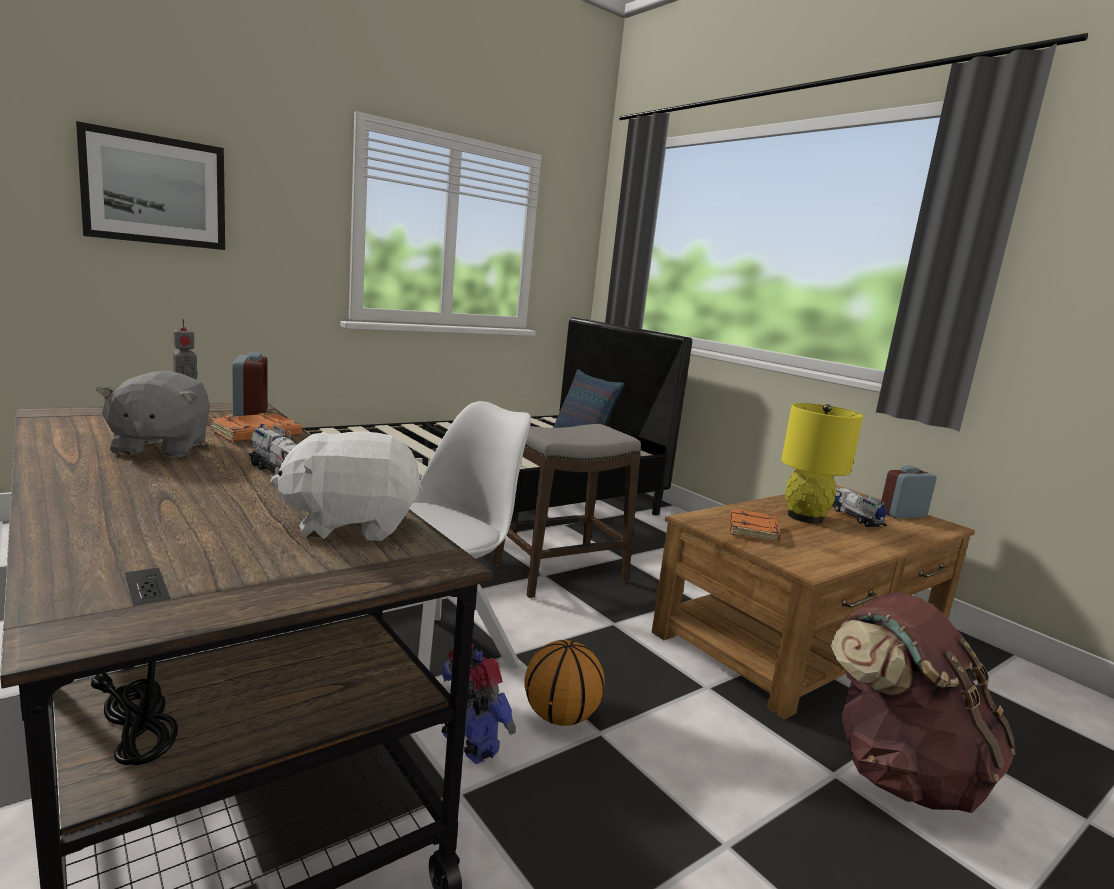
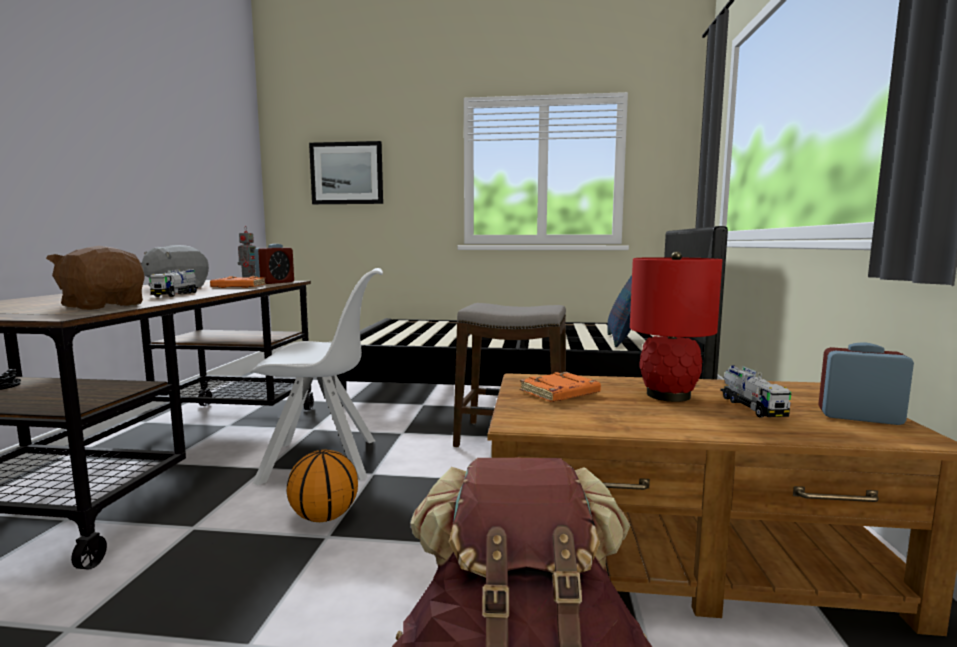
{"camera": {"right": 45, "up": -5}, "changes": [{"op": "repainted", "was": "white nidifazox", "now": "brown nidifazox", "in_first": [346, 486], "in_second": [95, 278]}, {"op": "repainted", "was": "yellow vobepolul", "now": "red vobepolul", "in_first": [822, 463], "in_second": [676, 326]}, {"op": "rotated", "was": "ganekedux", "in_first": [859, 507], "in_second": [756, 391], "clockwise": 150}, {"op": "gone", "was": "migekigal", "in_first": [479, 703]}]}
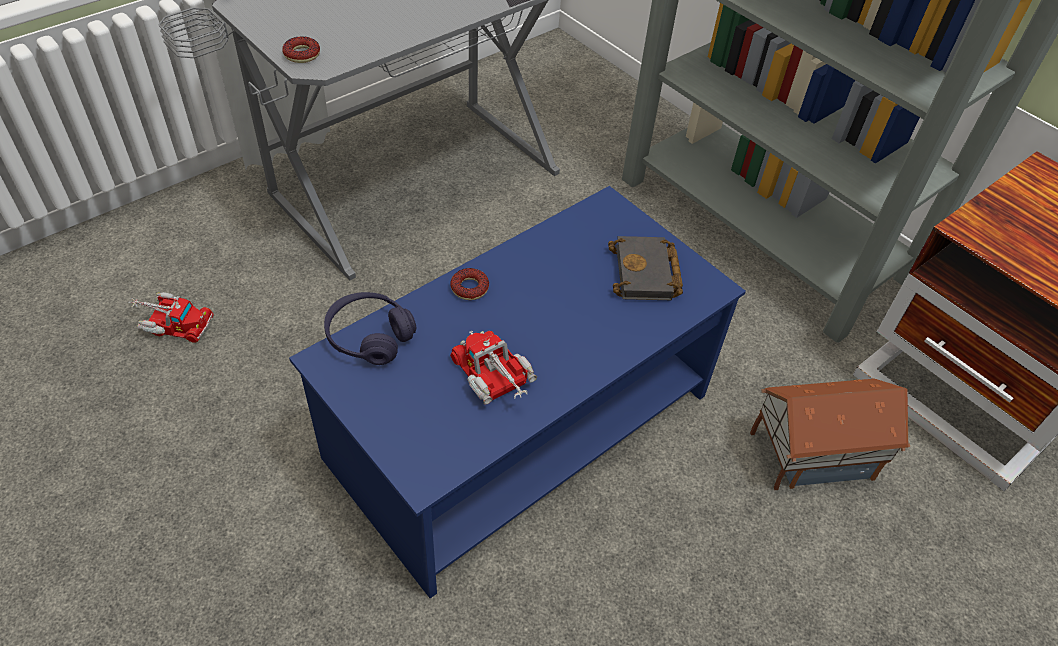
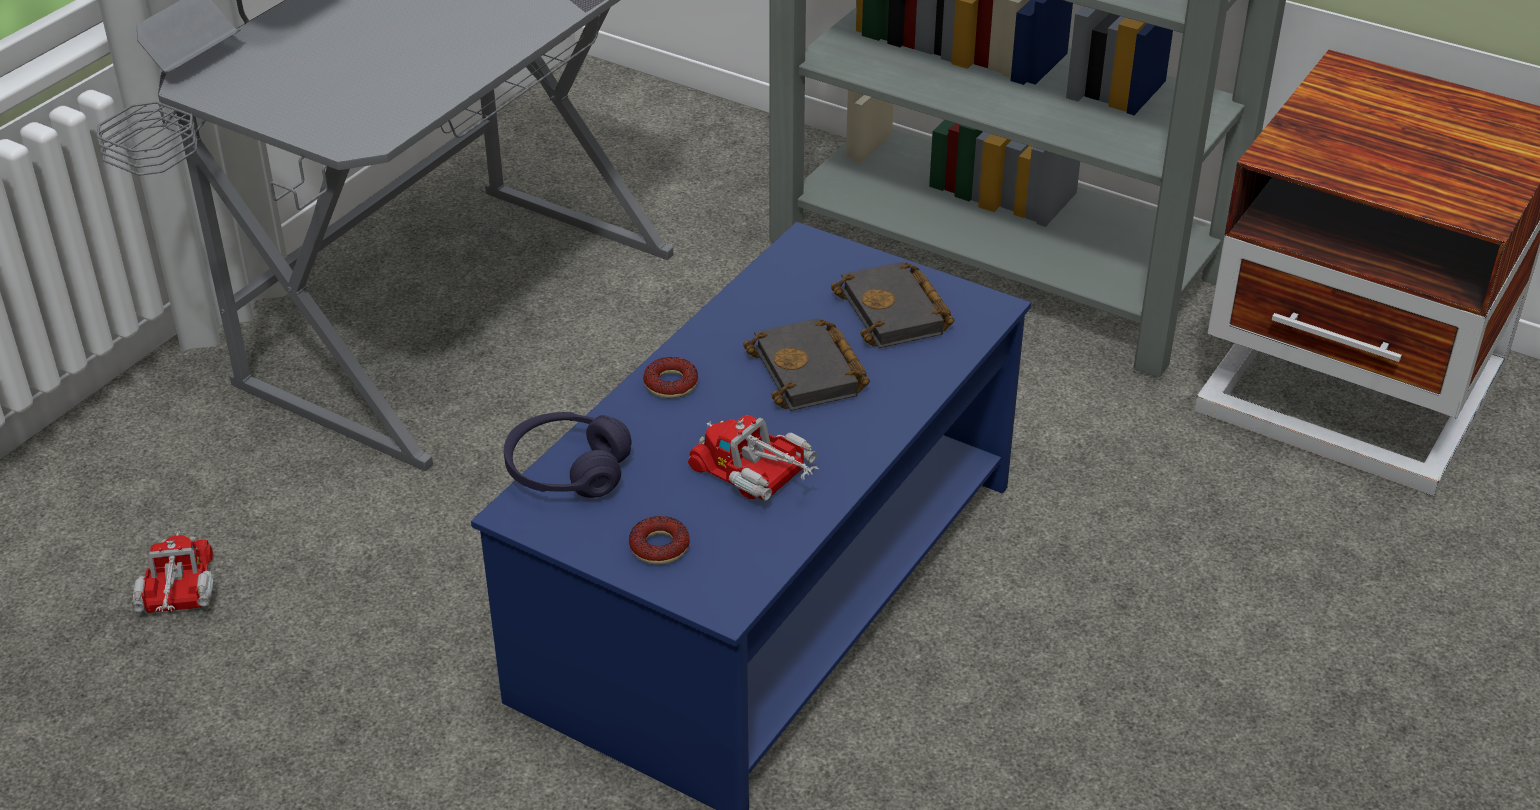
{"camera": {"right": -15, "up": -10}, "changes": [{"op": "rotated", "was": "ganekedux", "in_first": [171, 317], "in_second": [172, 572], "clockwise": -90}, {"op": "shifted", "was": "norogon", "in_first": [301, 50], "in_second": [659, 540]}, {"op": "new", "now": "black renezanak", "in_second": [806, 365]}, {"op": "gone", "was": "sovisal", "in_first": [830, 434]}]}
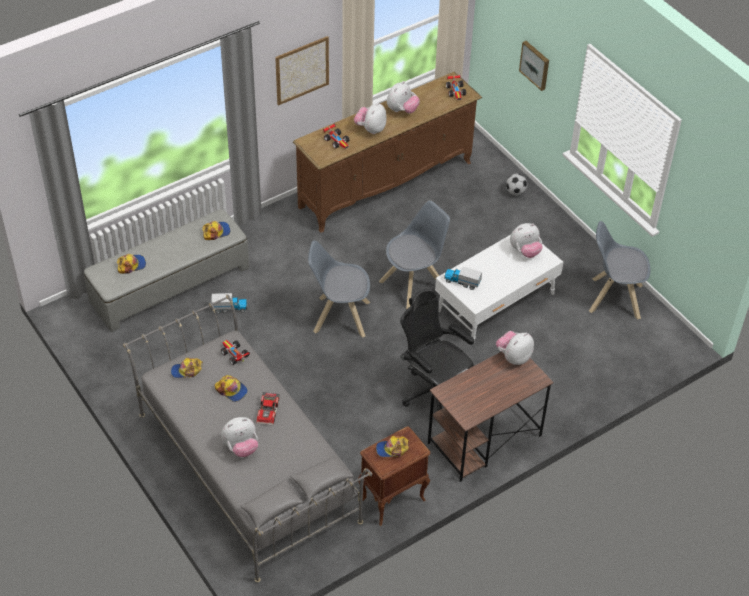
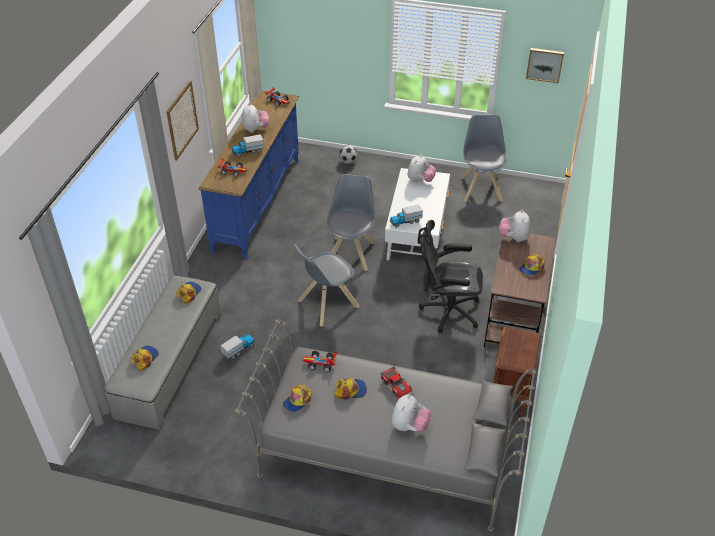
{"camera": {"right": -40, "up": -5}, "changes": [{"op": "repainted", "was": "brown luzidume", "now": "blue luzidume", "in_first": [387, 152], "in_second": [249, 175]}, {"op": "swapped", "was": "nidifazox", "now": "ganekedux", "in_first": [370, 118], "in_second": [248, 145]}, {"op": "rotated", "was": "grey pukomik", "in_first": [619, 270], "in_second": [483, 158], "clockwise": 120}, {"op": "shifted", "was": "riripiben", "in_first": [392, 446], "in_second": [532, 265]}, {"op": "shifted", "was": "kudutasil", "in_first": [534, 66], "in_second": [545, 65]}]}
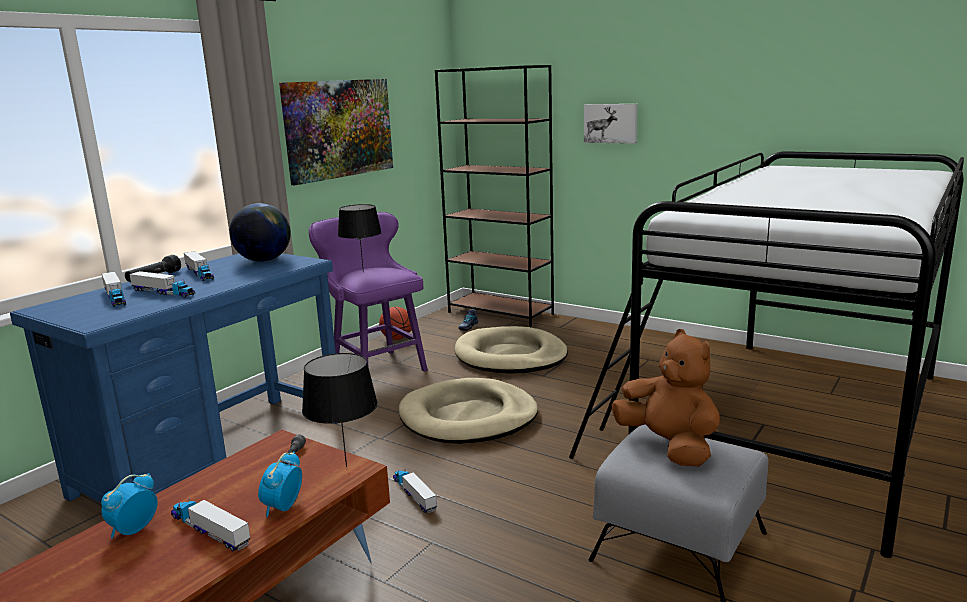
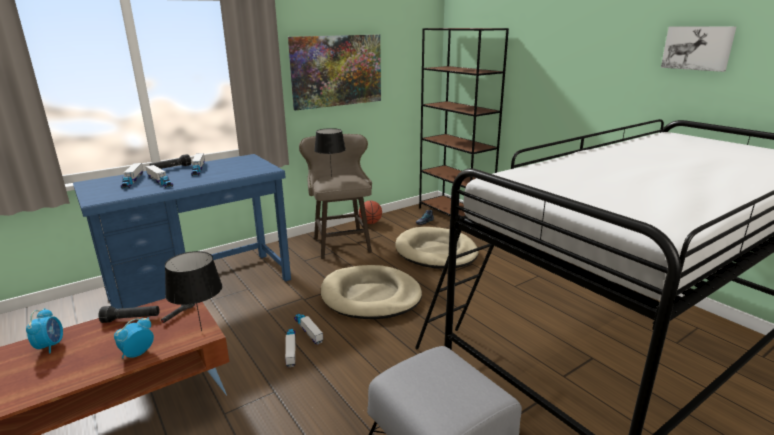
{"camera": {"right": 20, "up": 5}, "changes": [{"op": "rotated", "was": "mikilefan", "in_first": [129, 505], "in_second": [44, 331], "clockwise": 120}, {"op": "new", "now": "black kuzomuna", "in_second": [129, 314]}, {"op": "shifted", "was": "ganekedux", "in_first": [210, 525], "in_second": [308, 329]}, {"op": "repainted", "was": "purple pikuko", "now": "beige pikuko", "in_first": [368, 292], "in_second": [335, 196]}, {"op": "shifted", "was": "kudutasil", "in_first": [611, 124], "in_second": [698, 49]}, {"op": "gone", "was": "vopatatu", "in_first": [260, 232]}, {"op": "gone", "was": "brown nidifazox", "in_first": [666, 397]}]}
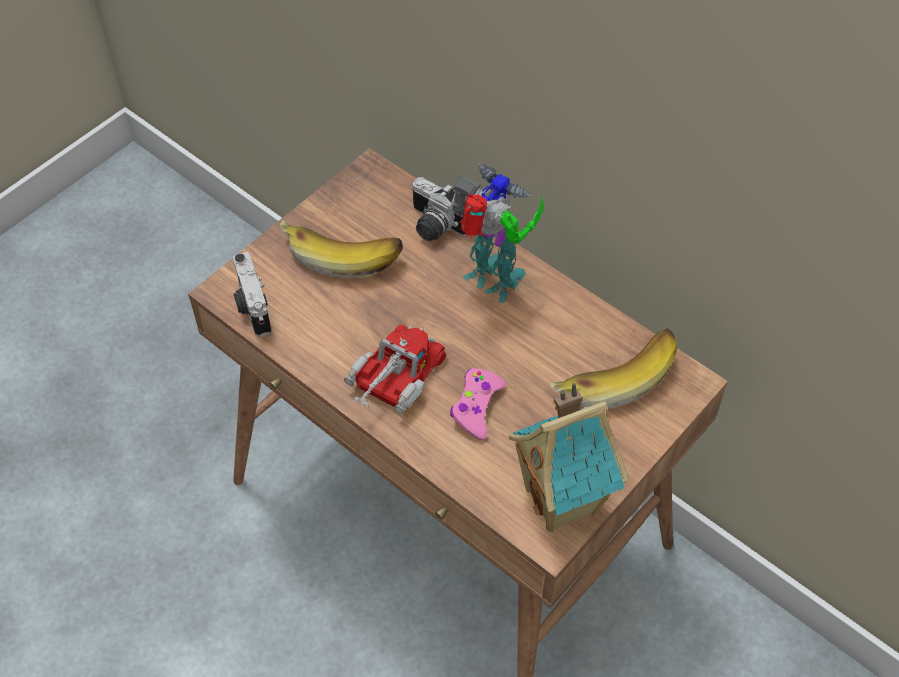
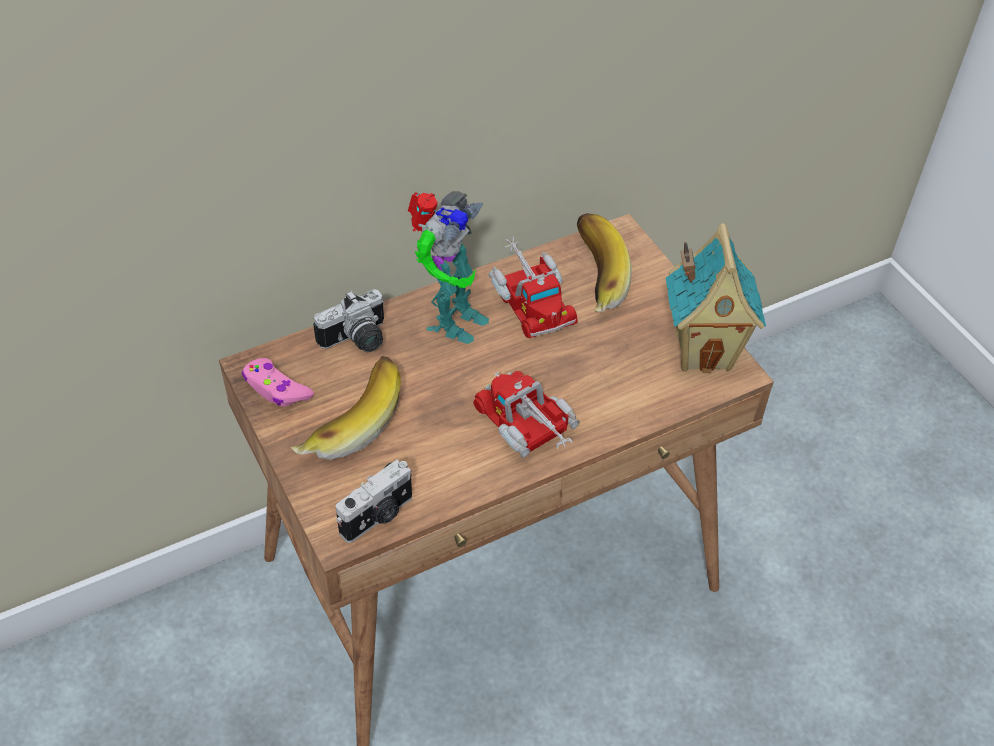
{"camera": {"right": -70, "up": -5}, "changes": [{"op": "shifted", "was": "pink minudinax", "in_first": [478, 404], "in_second": [278, 382]}, {"op": "rotated", "was": "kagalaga", "in_first": [252, 294], "in_second": [374, 501], "clockwise": -45}, {"op": "rotated", "was": "migekigal", "in_first": [497, 233], "in_second": [448, 267], "clockwise": 150}, {"op": "new", "now": "ganekedux", "in_second": [533, 287]}]}
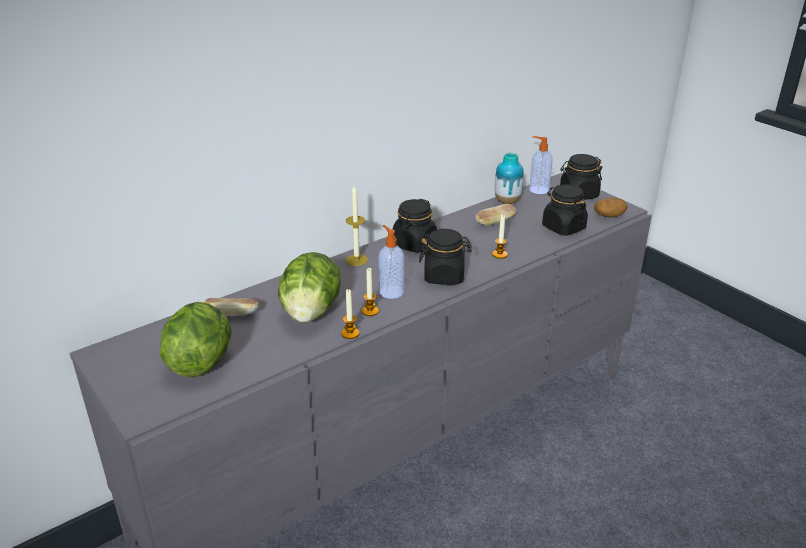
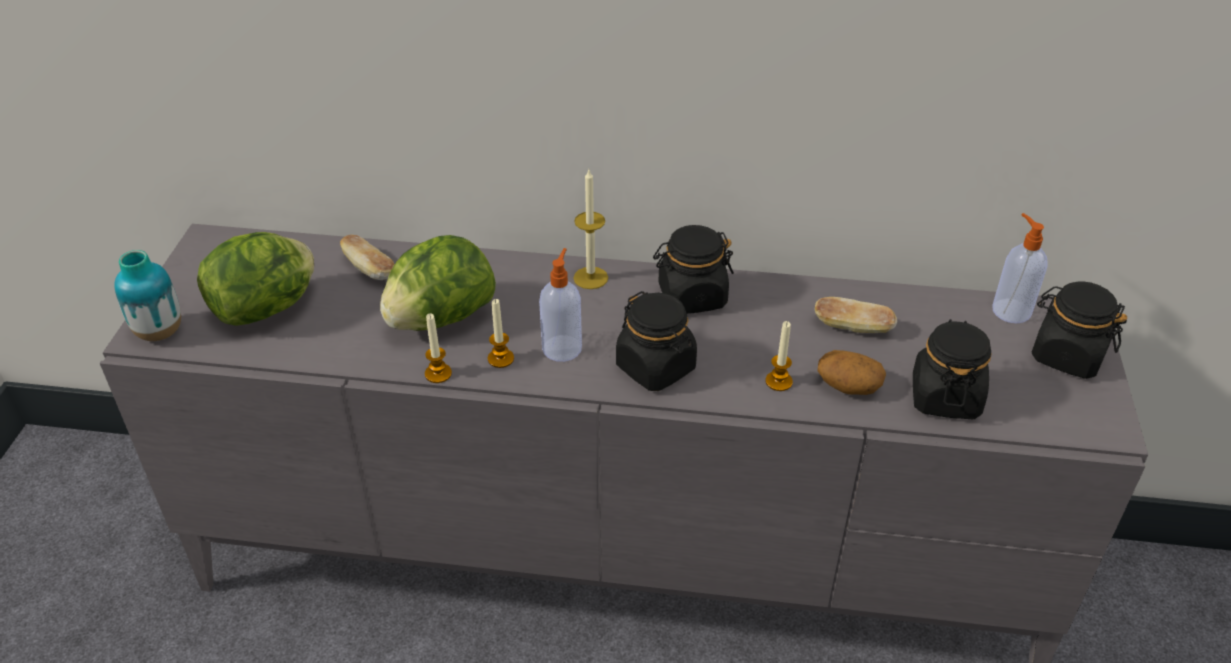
{"camera": {"right": 45, "up": 10}, "changes": [{"op": "shifted", "was": "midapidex", "in_first": [509, 178], "in_second": [147, 295]}, {"op": "shifted", "was": "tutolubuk", "in_first": [610, 207], "in_second": [852, 372]}]}
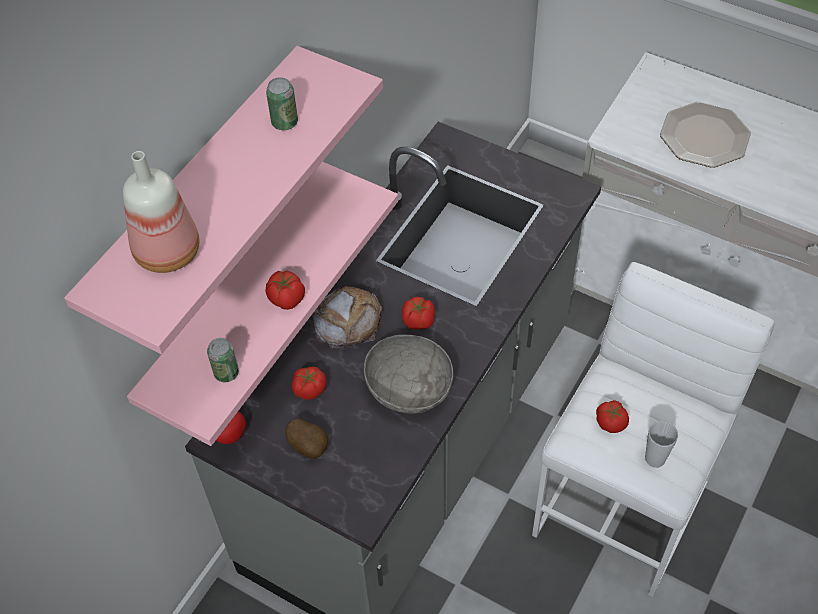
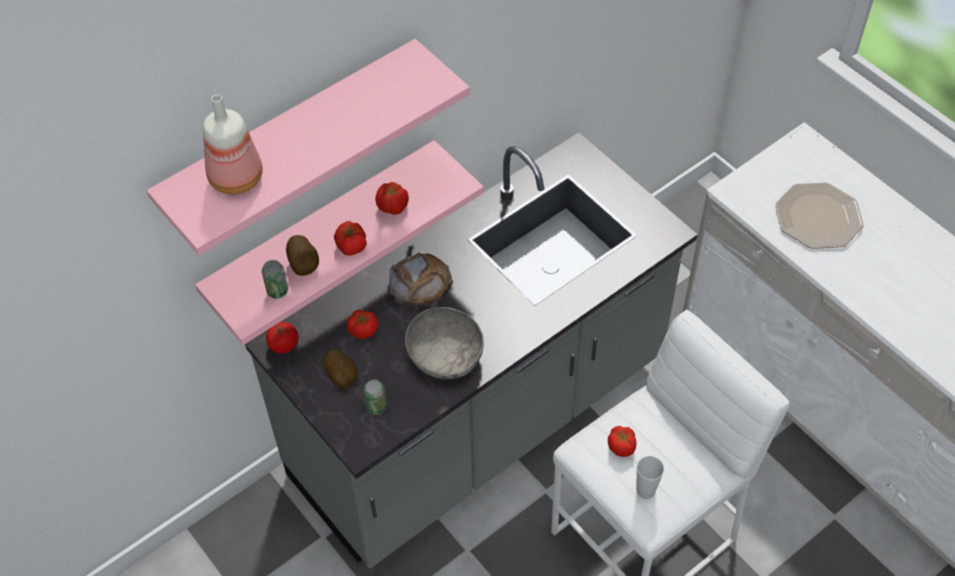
{"camera": {"right": 20, "up": 0}, "changes": [{"op": "new", "now": "tutolubuk", "in_second": [302, 255]}, {"op": "shifted", "was": "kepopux", "in_first": [282, 103], "in_second": [375, 397]}, {"op": "shifted", "was": "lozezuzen", "in_first": [418, 313], "in_second": [392, 198]}]}
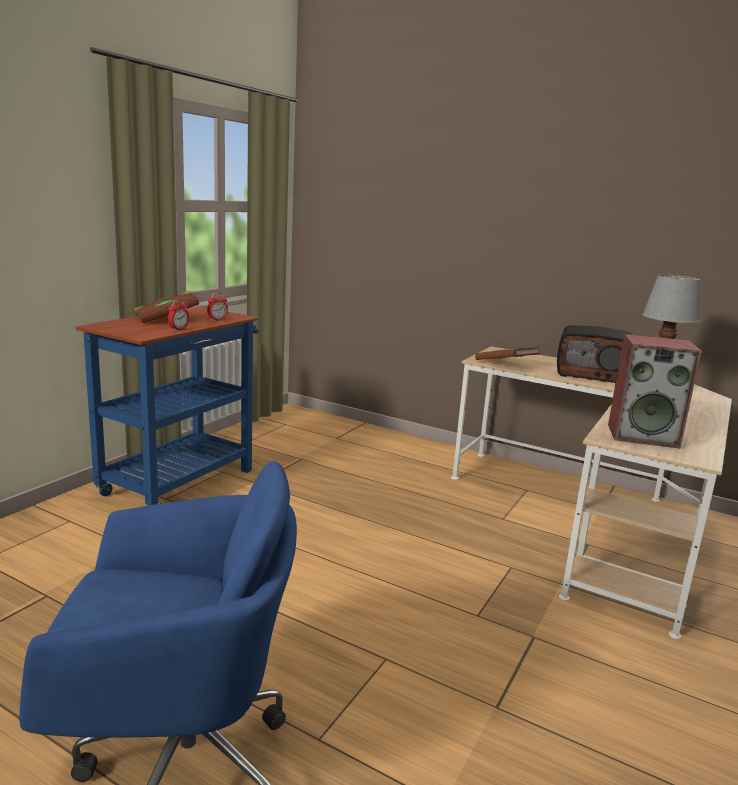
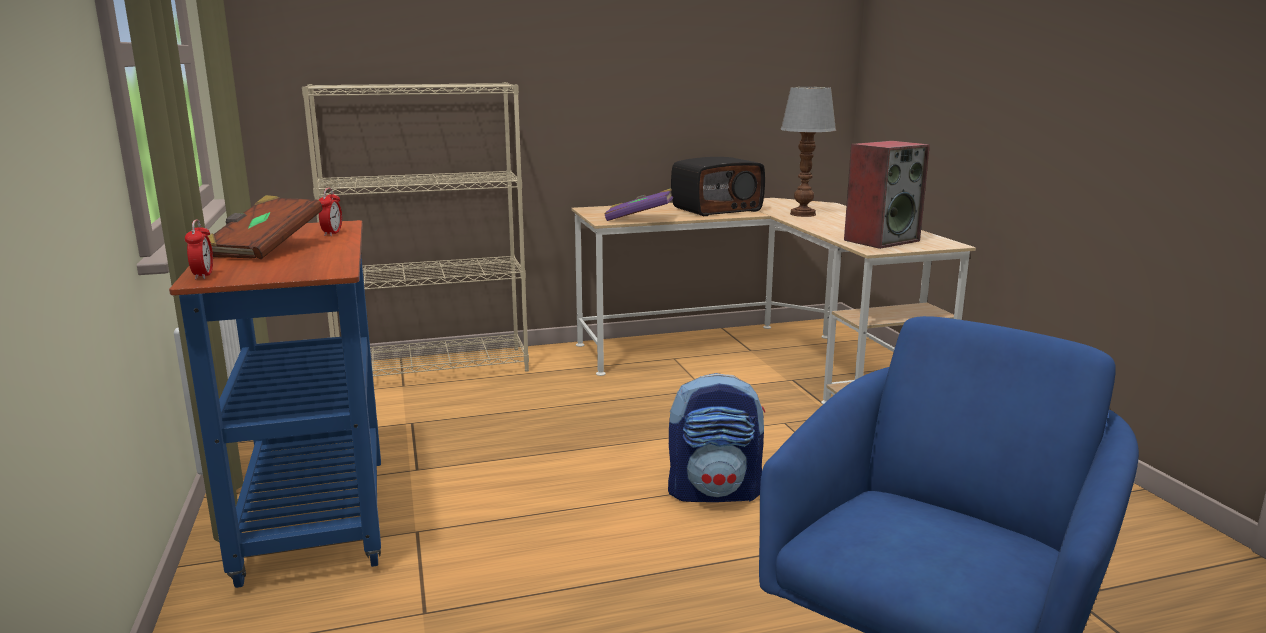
{"camera": {"right": -45, "up": 0}, "changes": [{"op": "shifted", "was": "mikilefan", "in_first": [178, 315], "in_second": [199, 249]}, {"op": "new", "now": "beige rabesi", "in_second": [415, 229]}, {"op": "repainted", "was": "brown renezanak", "now": "purple renezanak", "in_first": [507, 353], "in_second": [638, 204]}, {"op": "new", "now": "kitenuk", "in_second": [716, 437]}]}
